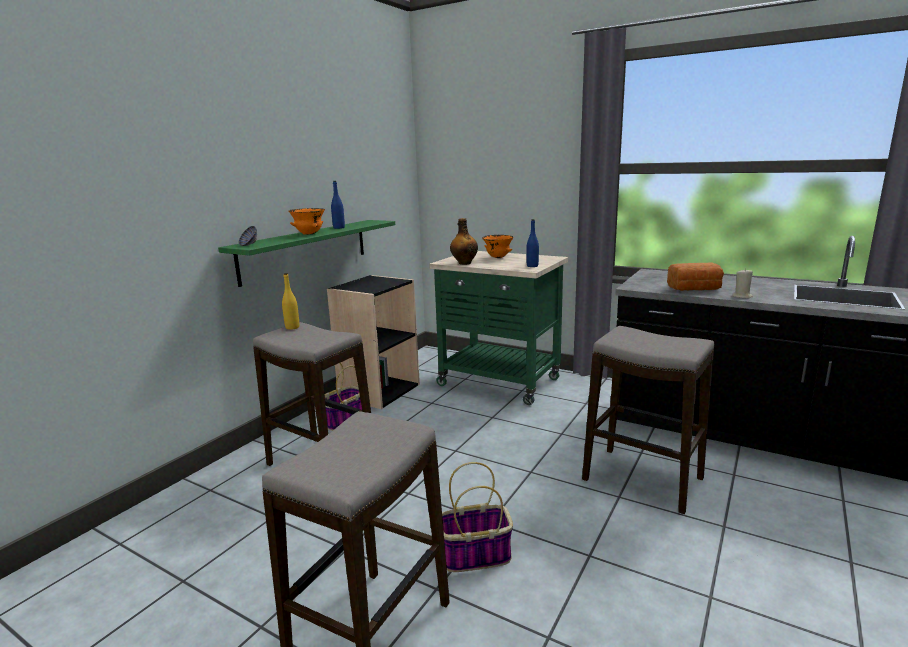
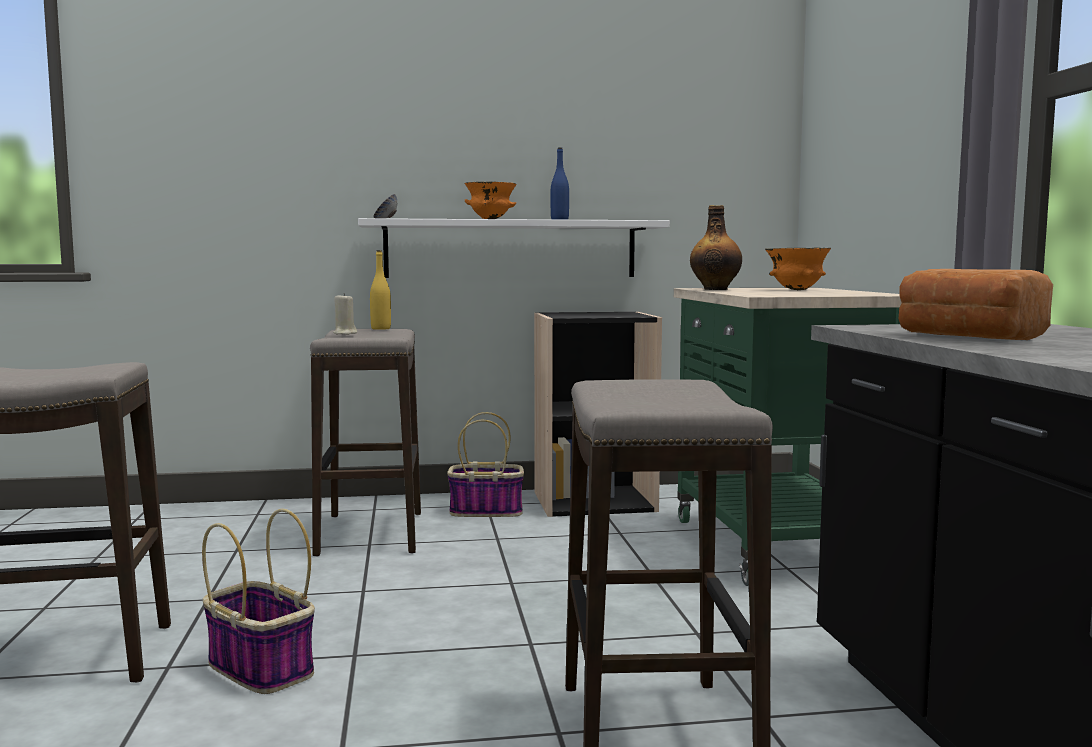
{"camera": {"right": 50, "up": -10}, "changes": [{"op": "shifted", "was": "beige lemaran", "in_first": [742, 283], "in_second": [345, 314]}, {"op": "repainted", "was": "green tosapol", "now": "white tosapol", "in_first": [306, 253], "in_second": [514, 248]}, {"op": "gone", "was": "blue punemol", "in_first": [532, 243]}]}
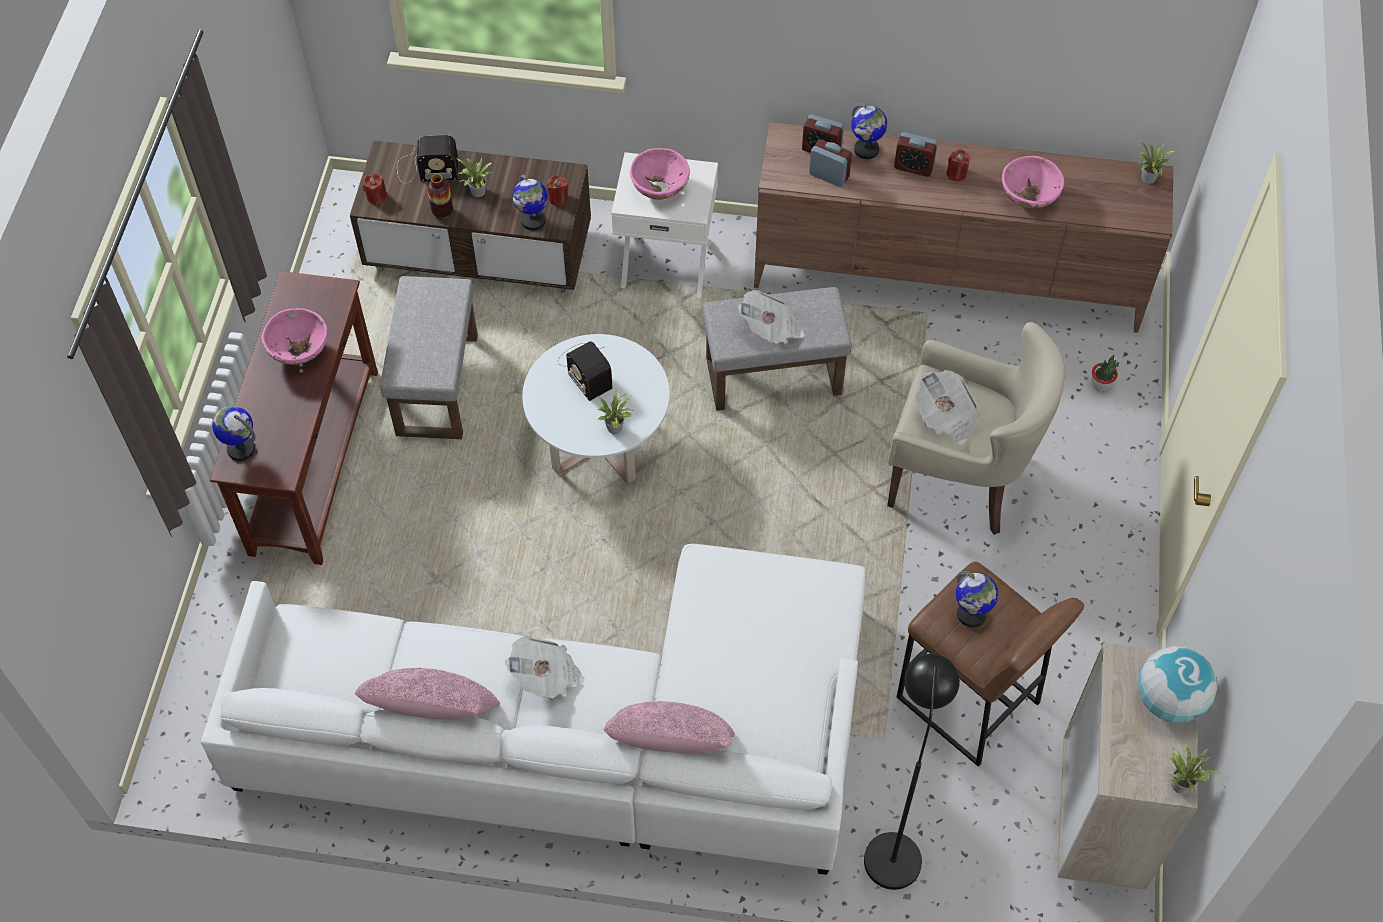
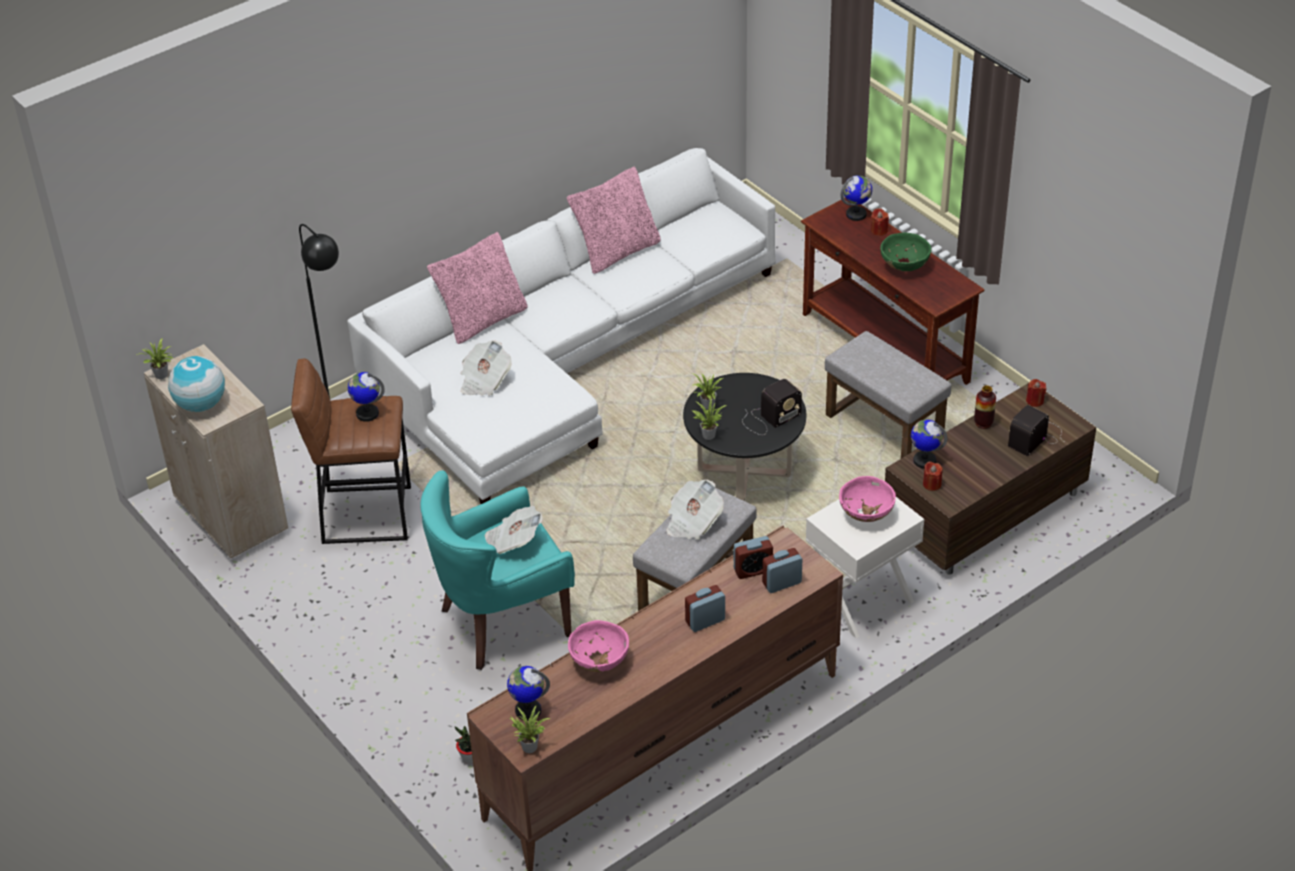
{"camera": {"right": 135, "up": -15}, "changes": [{"op": "repainted", "was": "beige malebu", "now": "turquoise malebu", "in_first": [976, 428], "in_second": [497, 570]}, {"op": "shifted", "was": "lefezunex", "in_first": [545, 668], "in_second": [486, 368]}, {"op": "shifted", "was": "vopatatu", "in_first": [869, 131], "in_second": [528, 693]}, {"op": "repainted", "was": "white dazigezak", "now": "black dazigezak", "in_first": [596, 409], "in_second": [744, 437]}, {"op": "shifted", "was": "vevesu", "in_first": [474, 177], "in_second": [709, 418]}, {"op": "rotated", "was": "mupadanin", "in_first": [584, 371], "in_second": [772, 407], "clockwise": 135}, {"op": "shifted", "was": "red lemaran", "in_first": [958, 165], "in_second": [880, 222]}, {"op": "repainted", "was": "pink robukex", "now": "green robukex", "in_first": [295, 336], "in_second": [906, 251]}]}
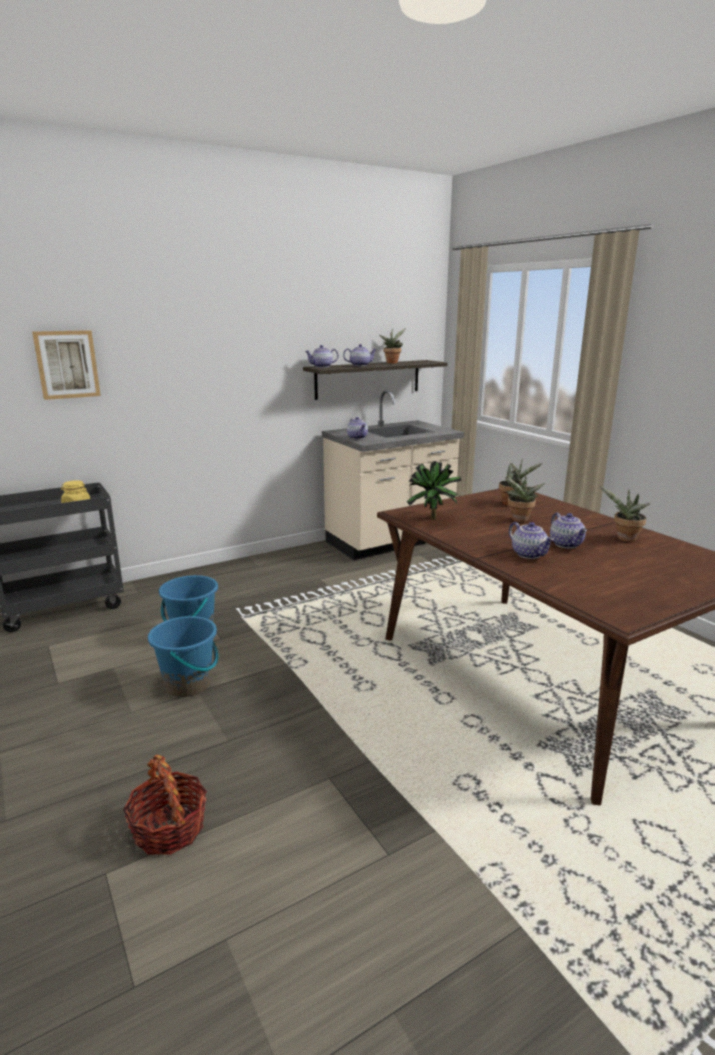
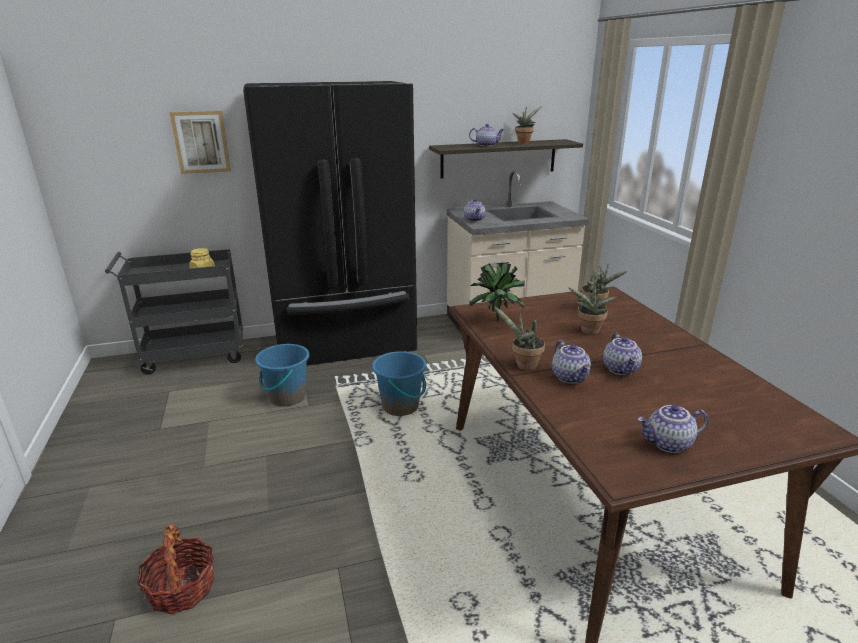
{"camera": {"right": 15, "up": 5}, "changes": [{"op": "new", "now": "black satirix", "in_second": [330, 223]}, {"op": "shifted", "was": "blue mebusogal", "in_first": [183, 656], "in_second": [399, 383]}, {"op": "shifted", "was": "vevesu", "in_first": [624, 514], "in_second": [519, 338]}, {"op": "shifted", "was": "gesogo", "in_first": [322, 356], "in_second": [673, 429]}]}
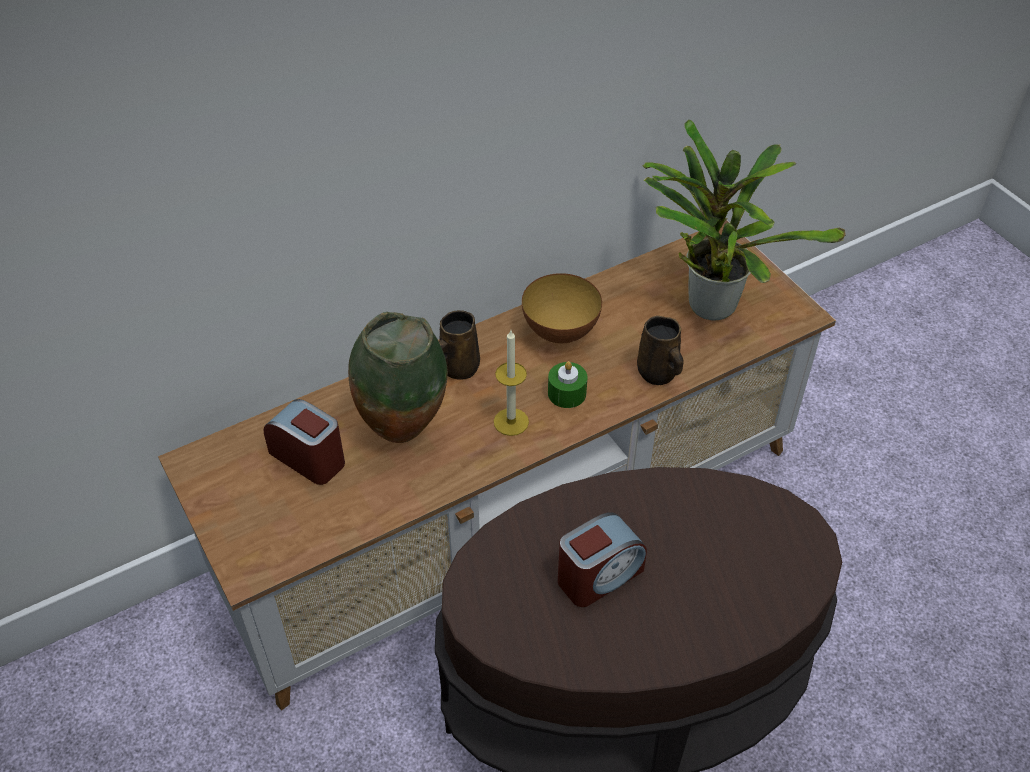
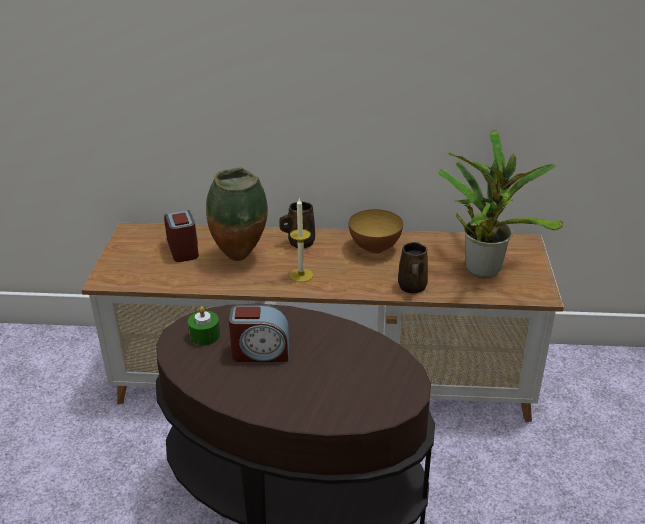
{"camera": {"right": 35, "up": -15}, "changes": [{"op": "shifted", "was": "green lemaran", "in_first": [567, 384], "in_second": [204, 326]}]}
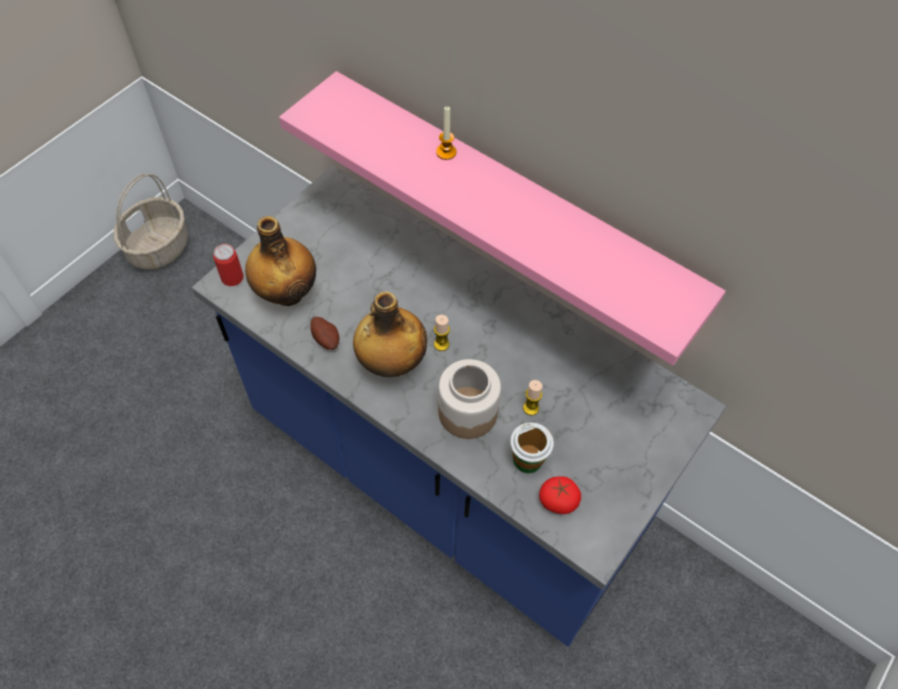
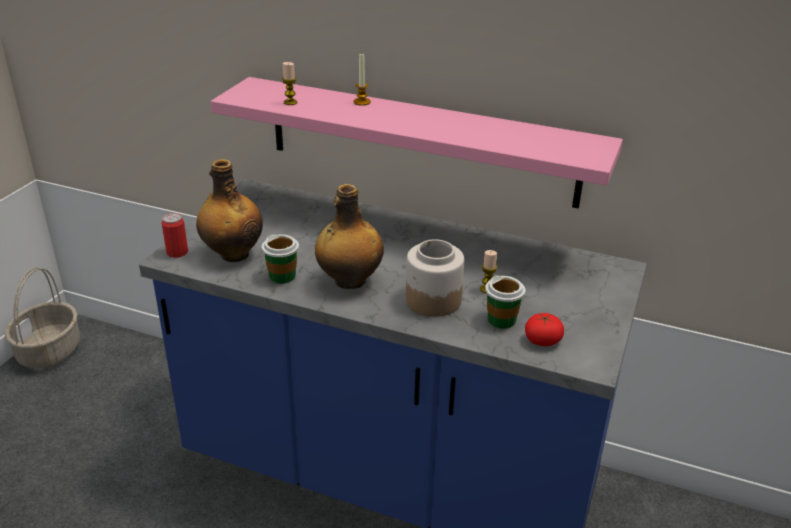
{"camera": {"right": -15, "up": -25}, "changes": [{"op": "swapped", "was": "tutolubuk", "now": "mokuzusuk", "in_first": [325, 333], "in_second": [280, 259]}, {"op": "shifted", "was": "lemaran", "in_first": [442, 333], "in_second": [289, 83]}]}
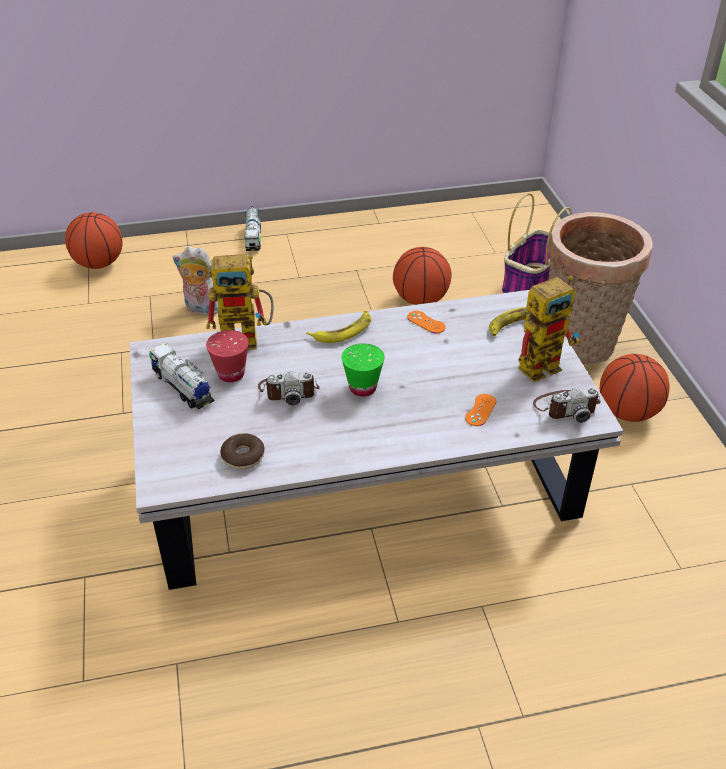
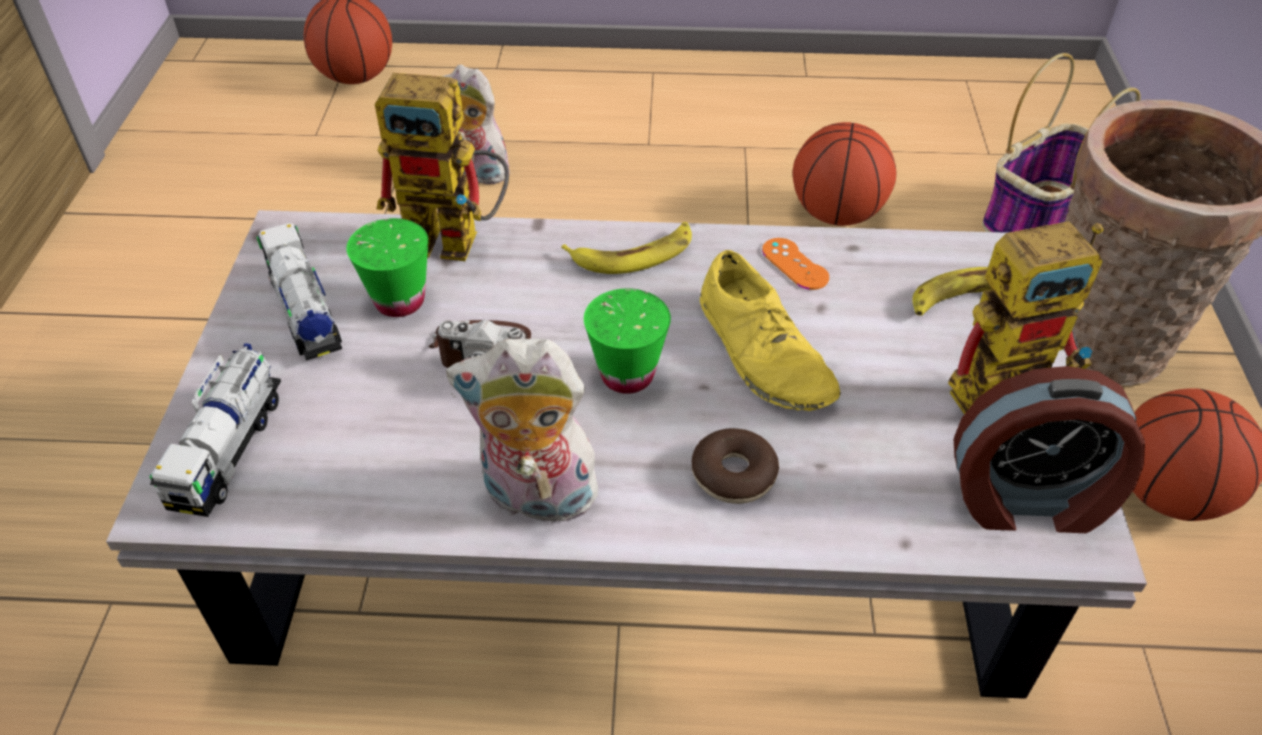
{"camera": {"right": 15, "up": 5}, "changes": [{"op": "shifted", "was": "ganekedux", "in_first": [252, 228], "in_second": [215, 430]}, {"op": "repainted", "was": "red mokuzusuk", "now": "green mokuzusuk", "in_first": [227, 356], "in_second": [387, 267]}, {"op": "new", "now": "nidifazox", "in_second": [524, 431]}, {"op": "shifted", "was": "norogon", "in_first": [242, 451], "in_second": [735, 466]}, {"op": "new", "now": "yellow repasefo", "in_second": [770, 330]}, {"op": "swapped", "was": "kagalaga", "now": "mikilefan", "in_first": [567, 405], "in_second": [1049, 449]}, {"op": "gone", "was": "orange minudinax", "in_first": [480, 410]}]}
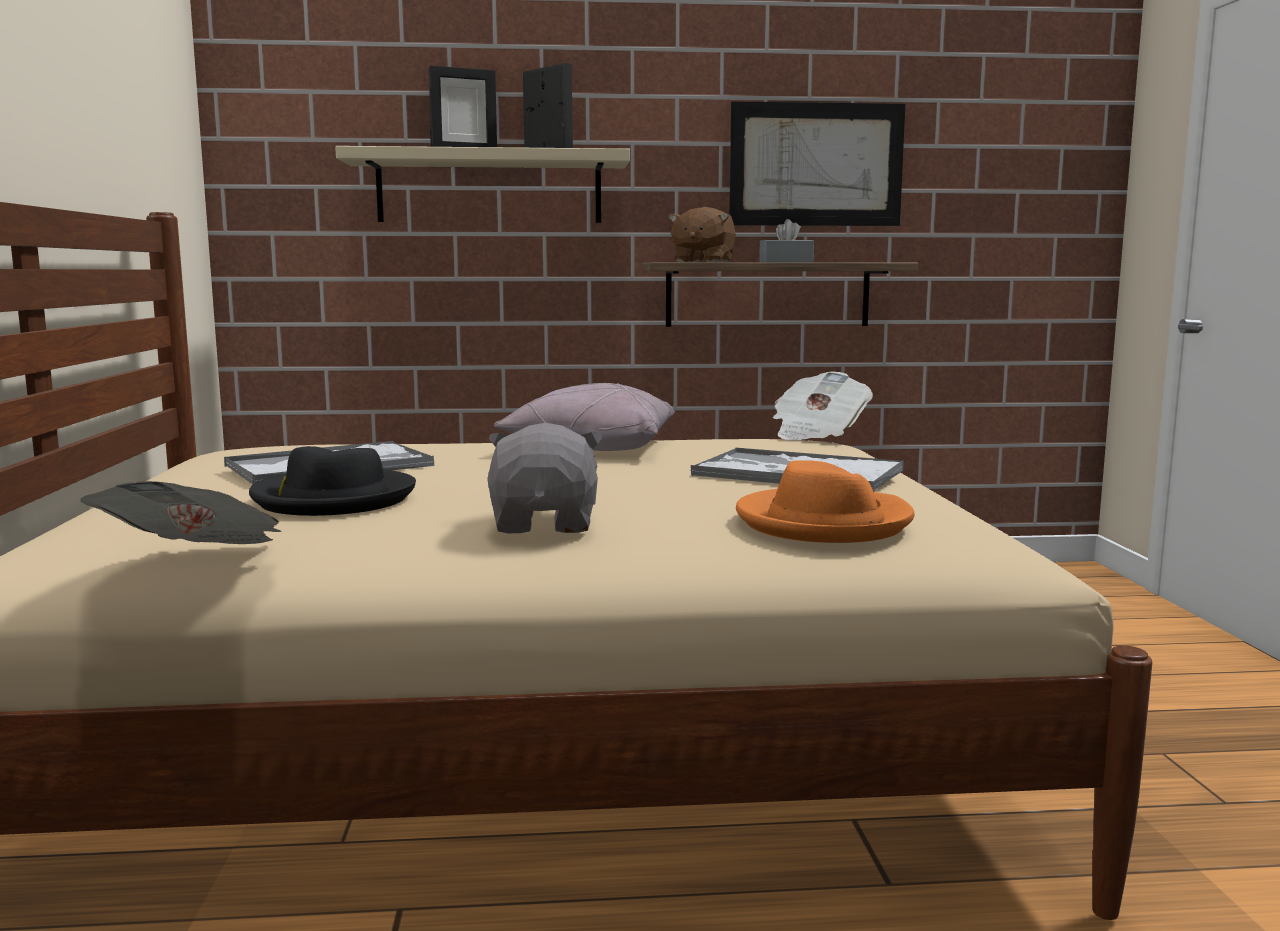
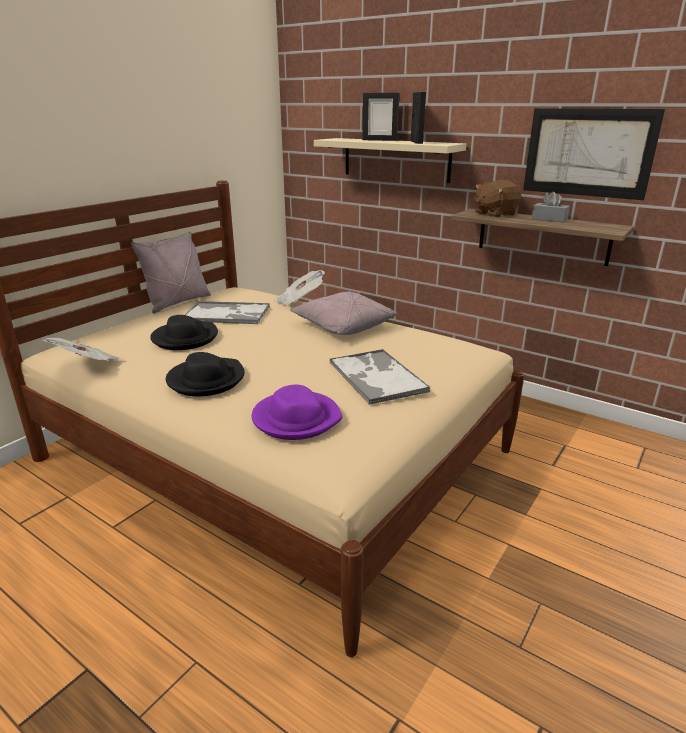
{"camera": {"right": 40, "up": 15}, "changes": [{"op": "new", "now": "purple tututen", "in_second": [171, 272]}, {"op": "swapped", "was": "grey nidifazox", "now": "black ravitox", "in_first": [545, 478], "in_second": [205, 374]}, {"op": "repainted", "was": "orange ravitox", "now": "purple ravitox", "in_first": [825, 501], "in_second": [297, 412]}, {"op": "shifted", "was": "lefezunex", "in_first": [823, 405], "in_second": [299, 288]}]}
